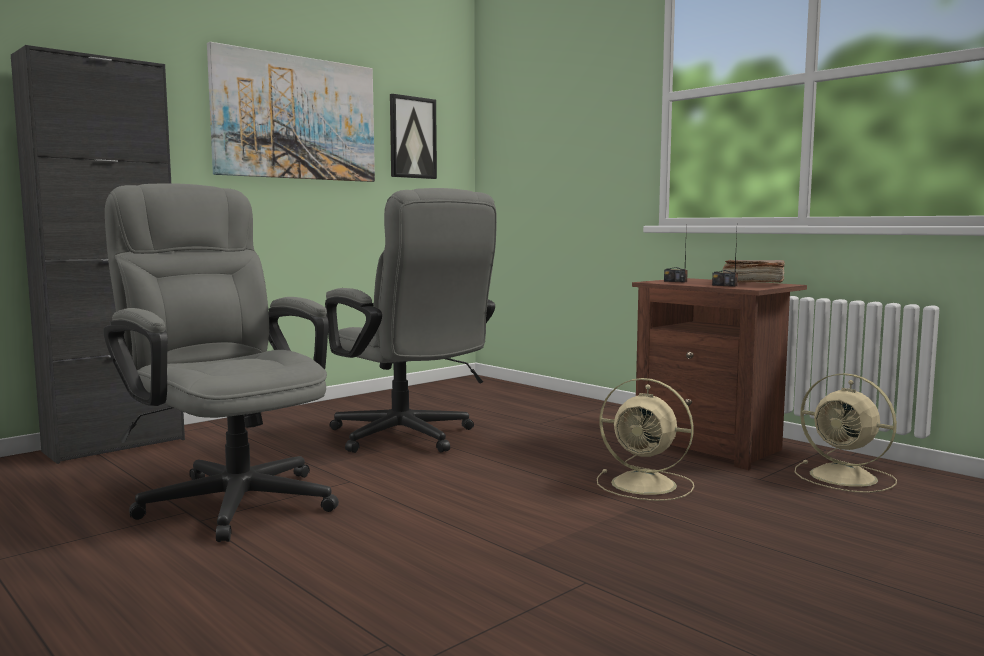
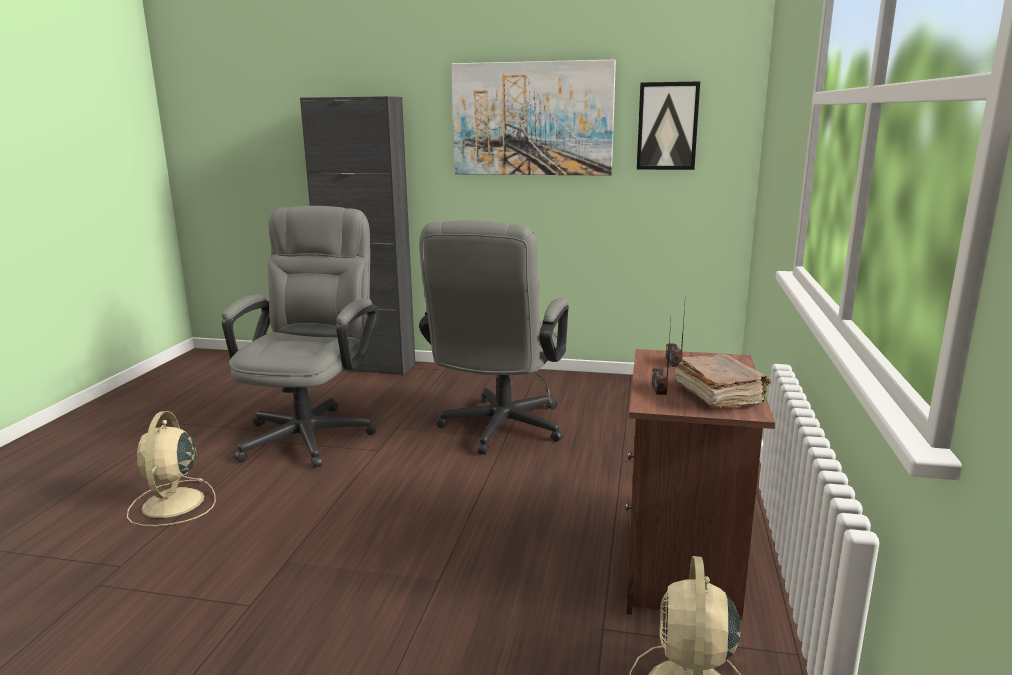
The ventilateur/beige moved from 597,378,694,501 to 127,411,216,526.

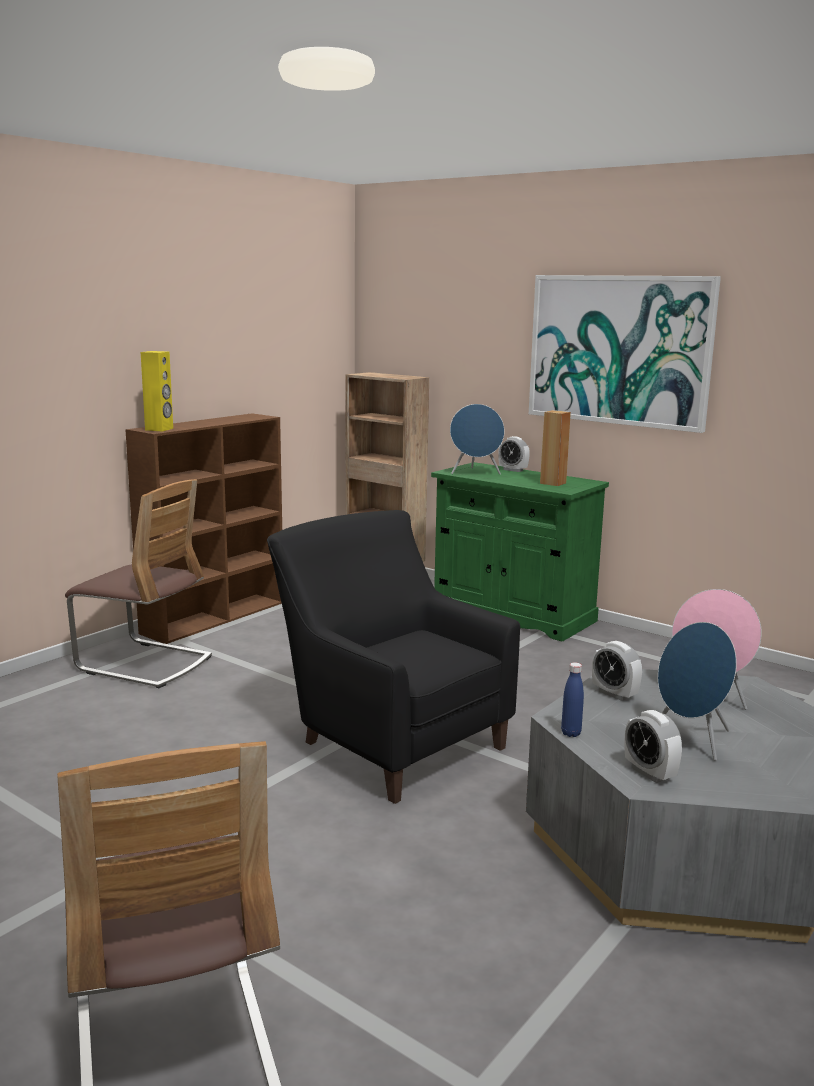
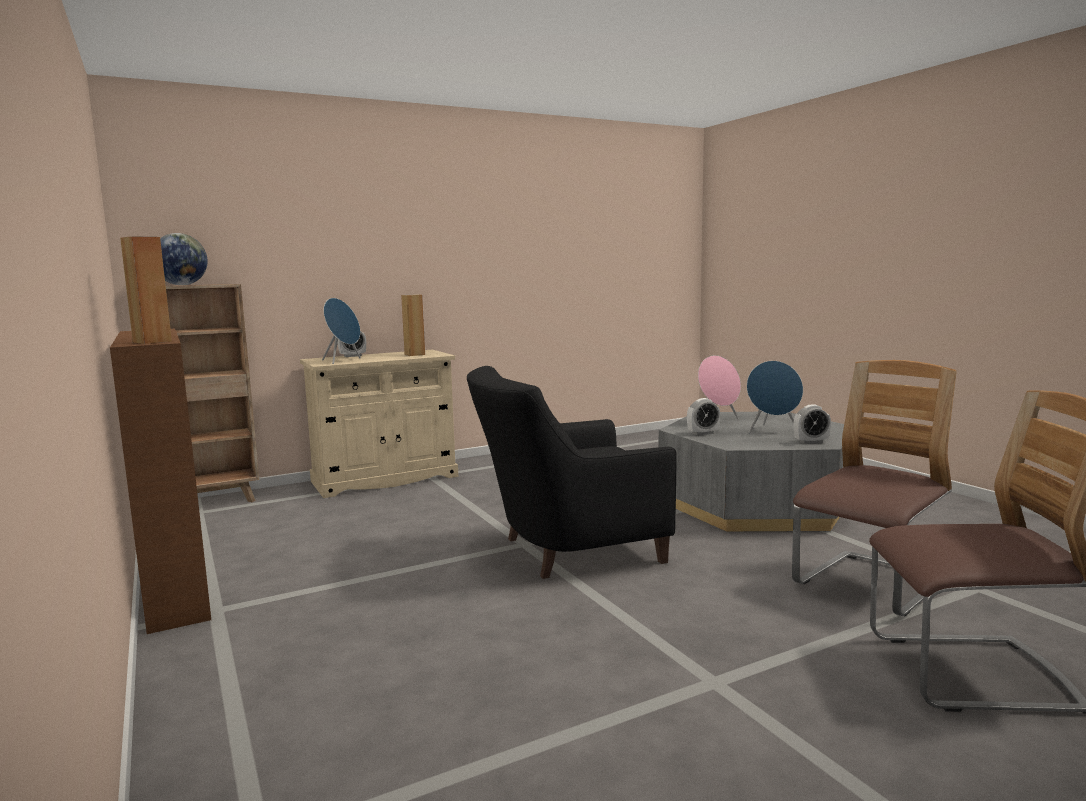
The enceinte/jaune at 141,351,173,432 became the enceinte/marron at 120,236,172,344.
The globe at 160,233,208,285 appeared.
The meuble de rangement/vert at 431,462,609,641 became the meuble de rangement/beige at 300,349,458,498.
The chaise moved from 65,479,212,688 to 792,360,957,616.
The tableau at 529,275,721,433 disappeared.
The bouteille/bleu at 561,662,584,737 disappeared.

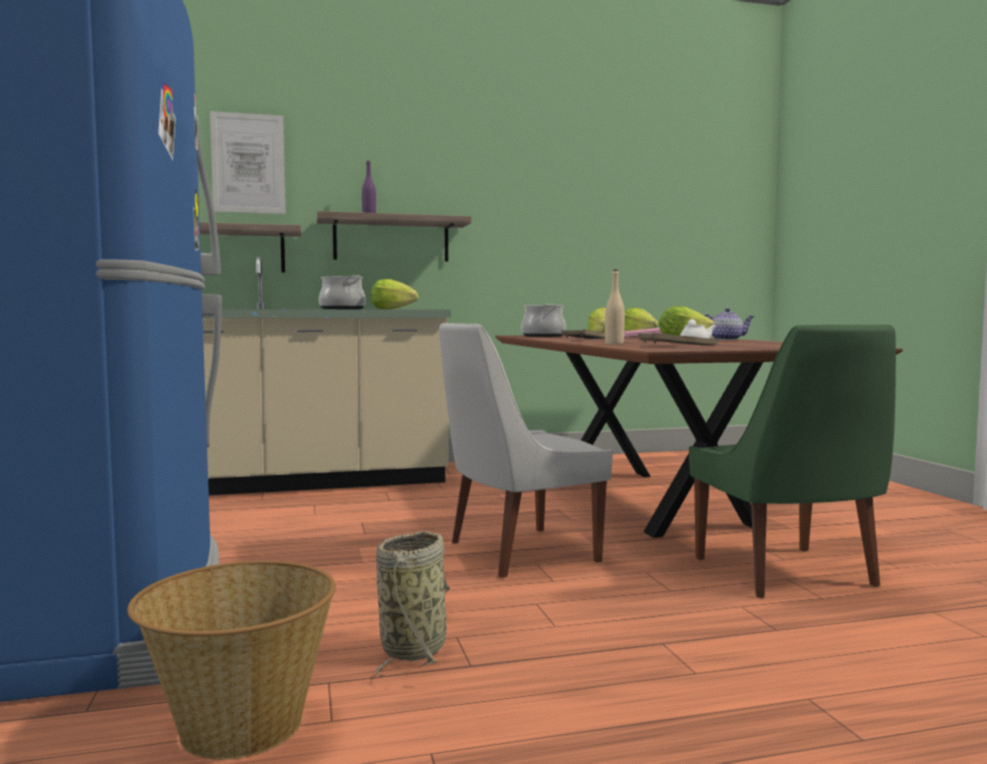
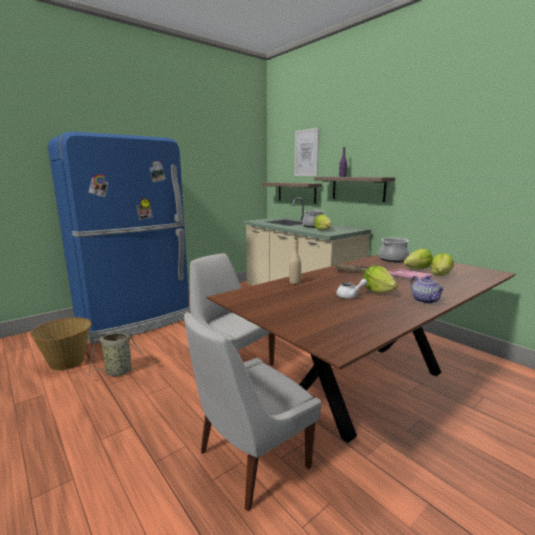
The chaise/vert at 689,325,896,598 became the chaise/blanc at 184,312,321,511.
The plateau/marron at 638,333,718,345 disappeared.

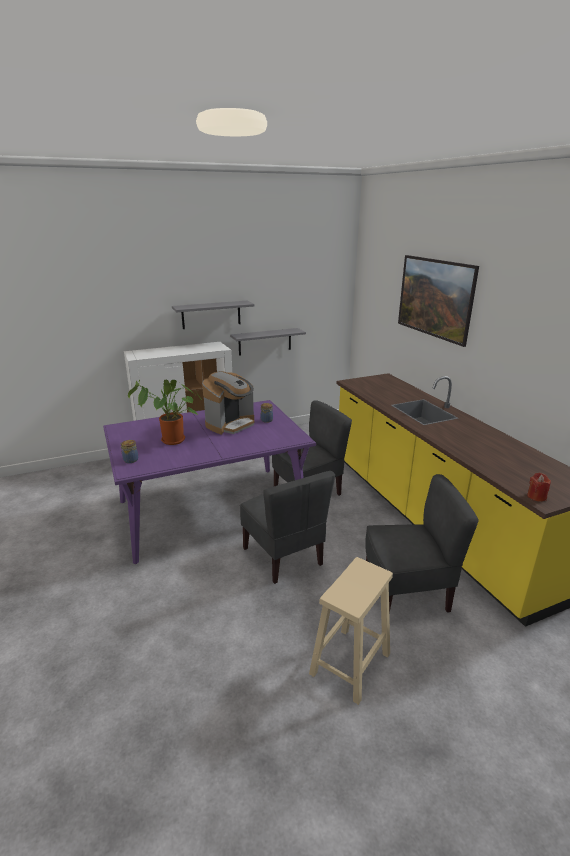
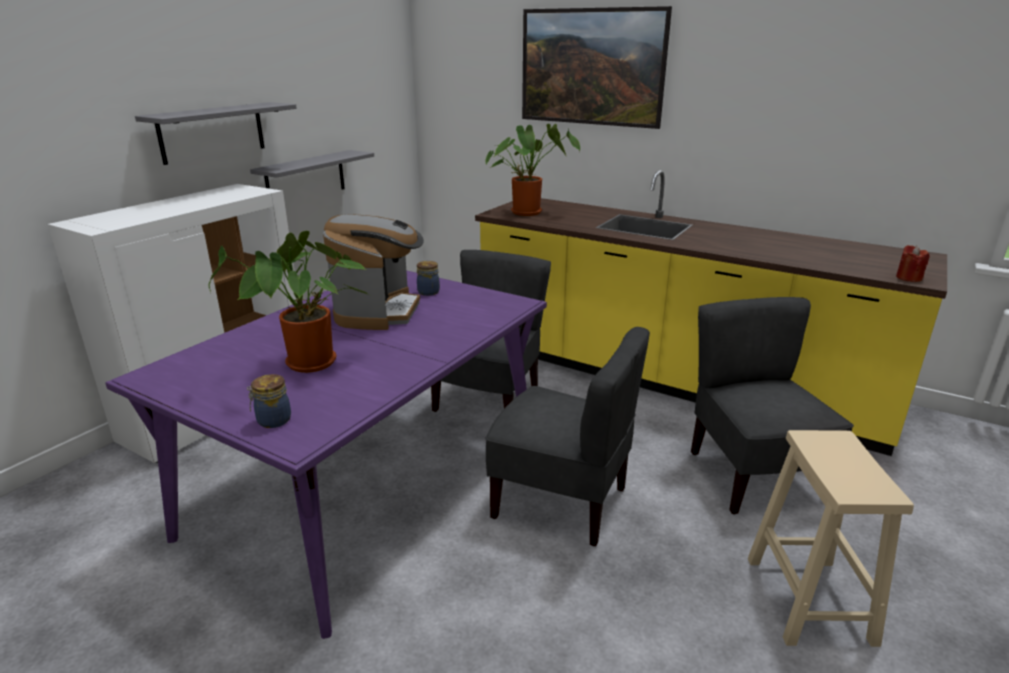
The plante en pot at 485,124,580,216 appeared.
The chaise/gris at 365,474,479,613 turned 60 degrees counterclockwise.

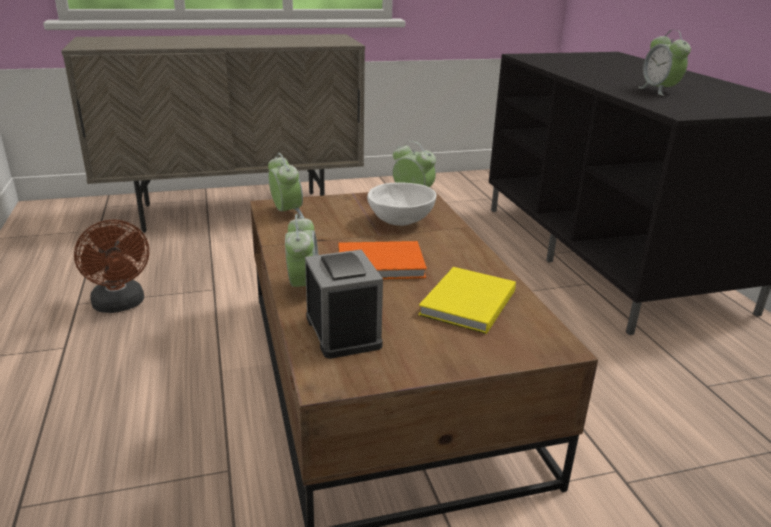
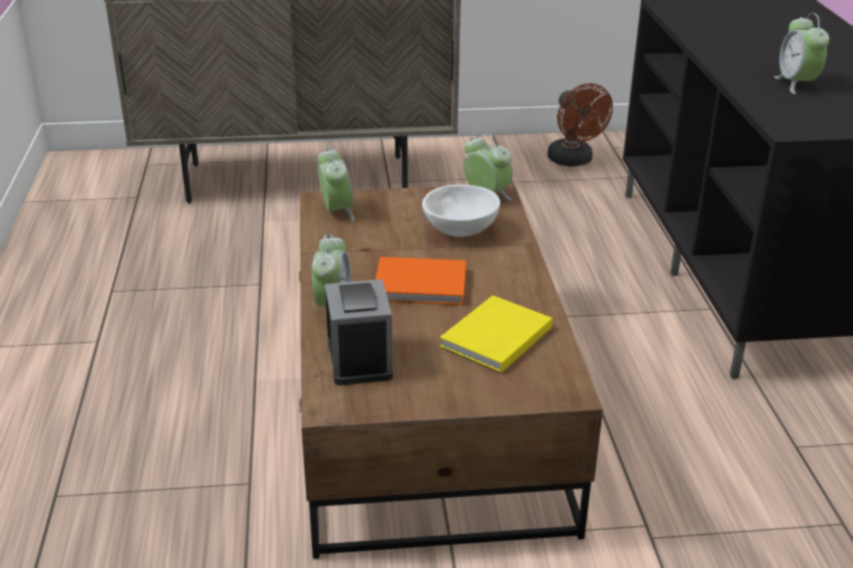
The ventilateur/marron moved from 74,220,149,313 to 547,83,613,167.

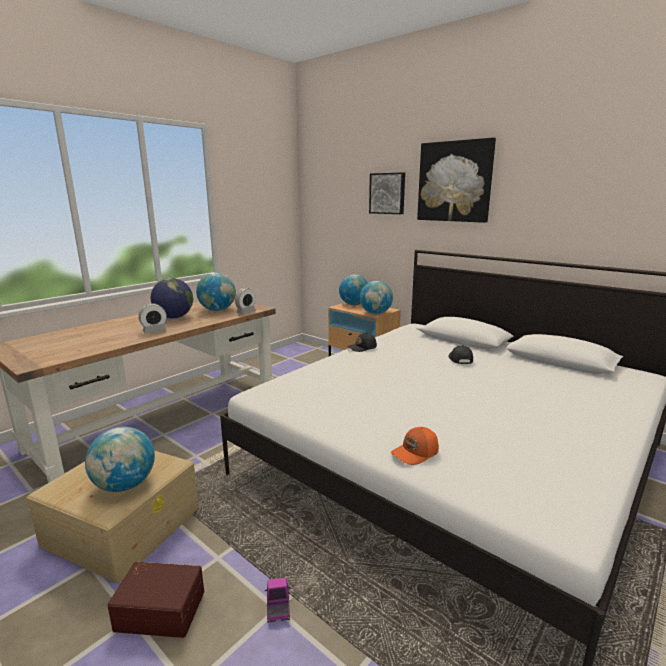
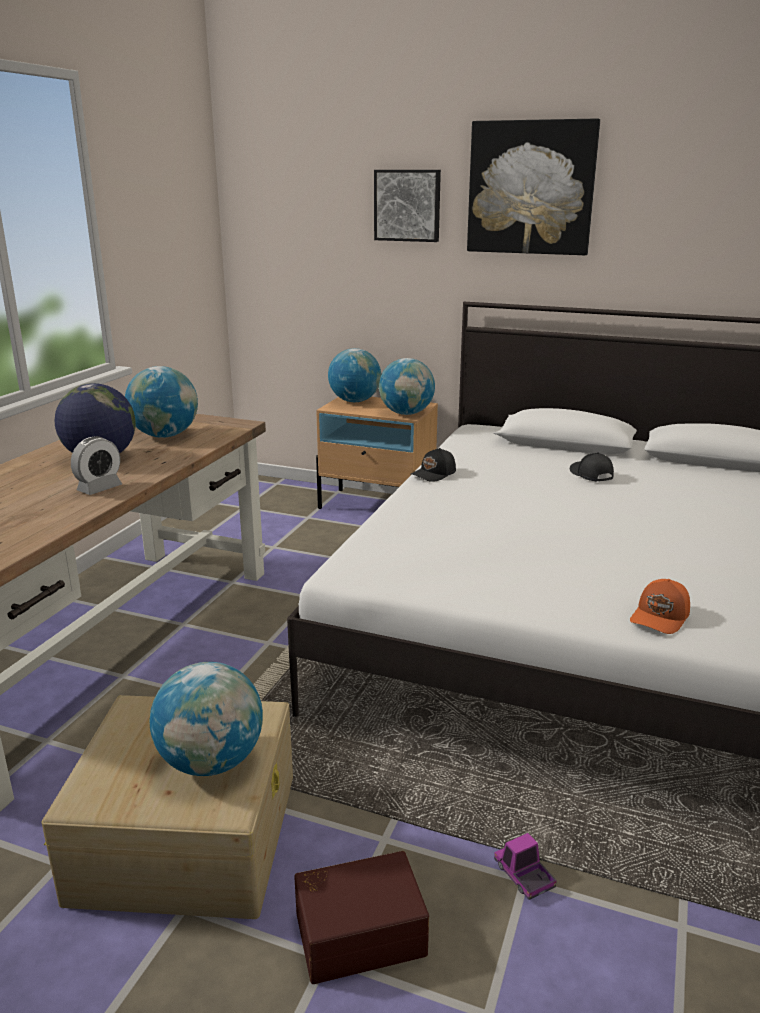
The réveil at 235,288,256,314 disappeared.

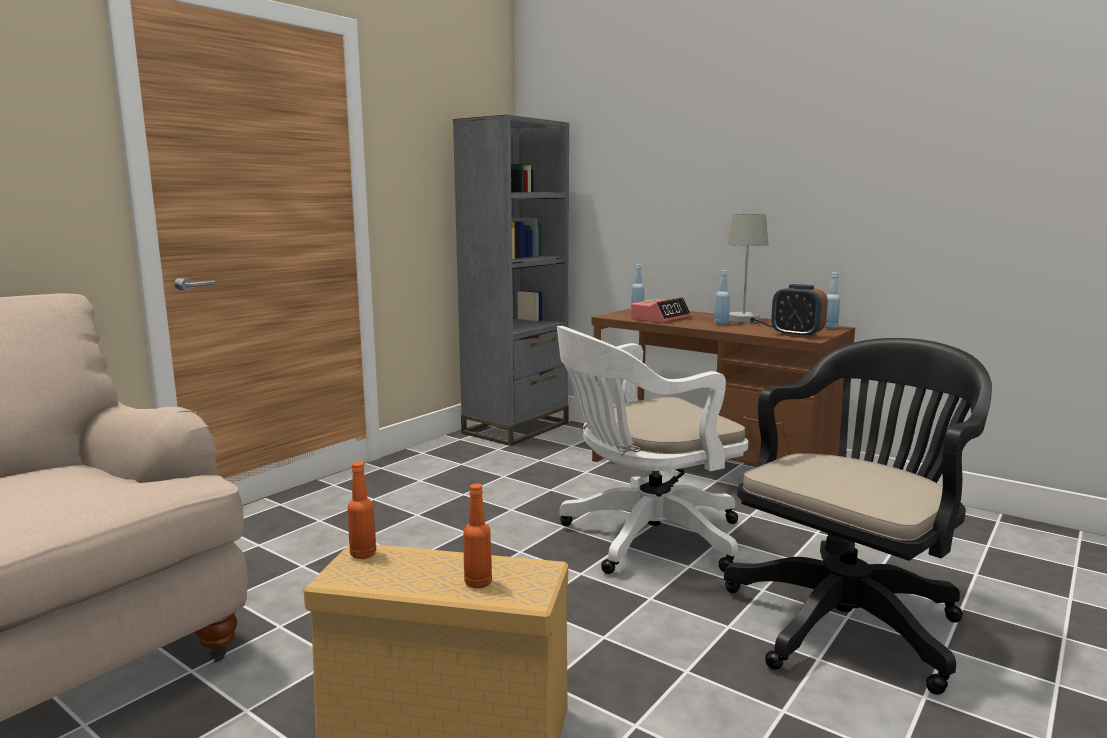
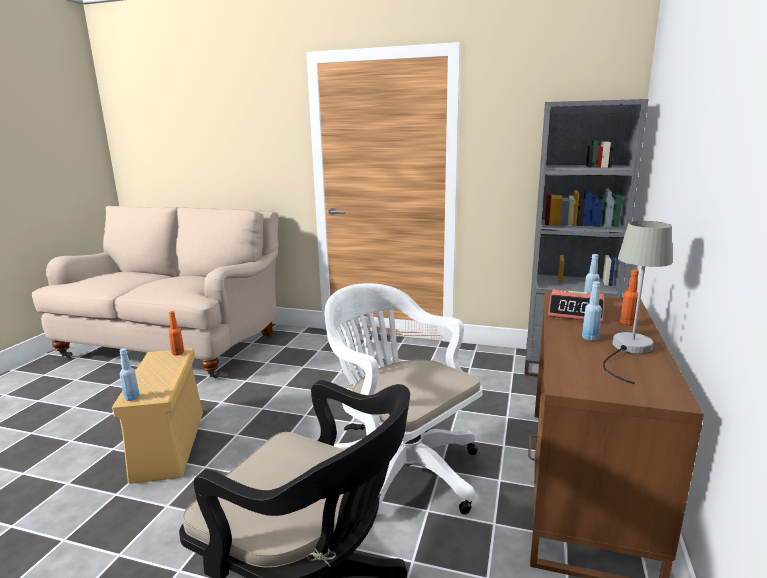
The bouteille/bleu moved from 824,272,840,329 to 119,348,140,401.
The bouteille/orange moved from 463,483,492,589 to 620,270,639,326.
The réveil at 771,284,828,338 disappeared.

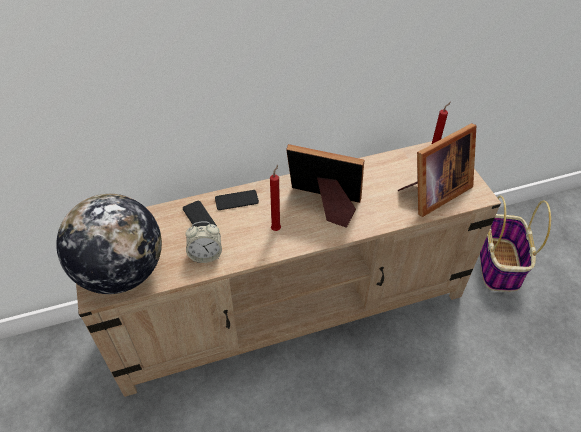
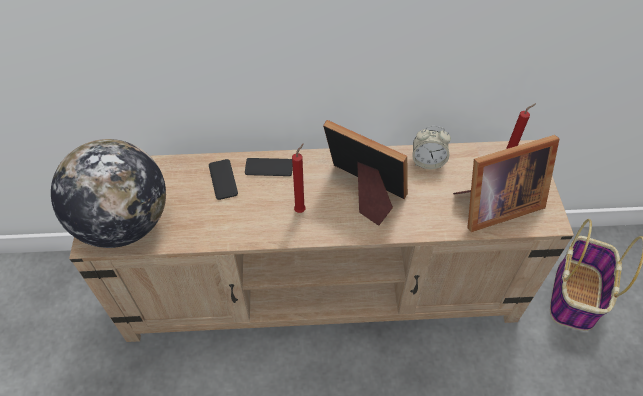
The réveil moved from 186,221,222,263 to 412,126,451,169.

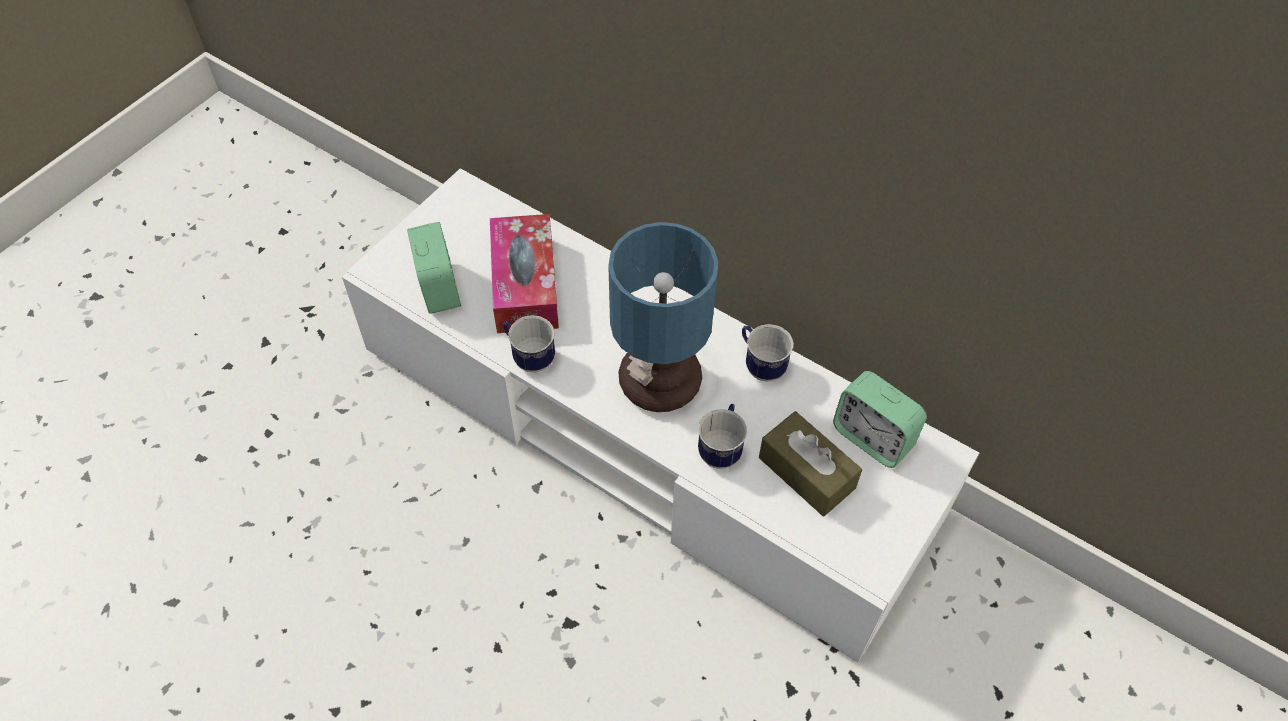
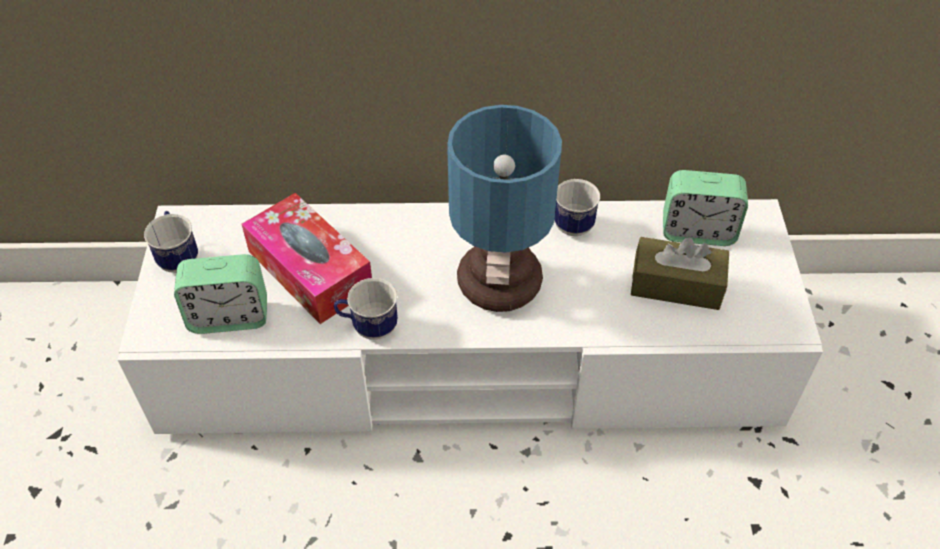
The mug moved from 698,404,747,469 to 144,211,198,273.
The réveil at 407,222,461,314 turned 135 degrees clockwise.

